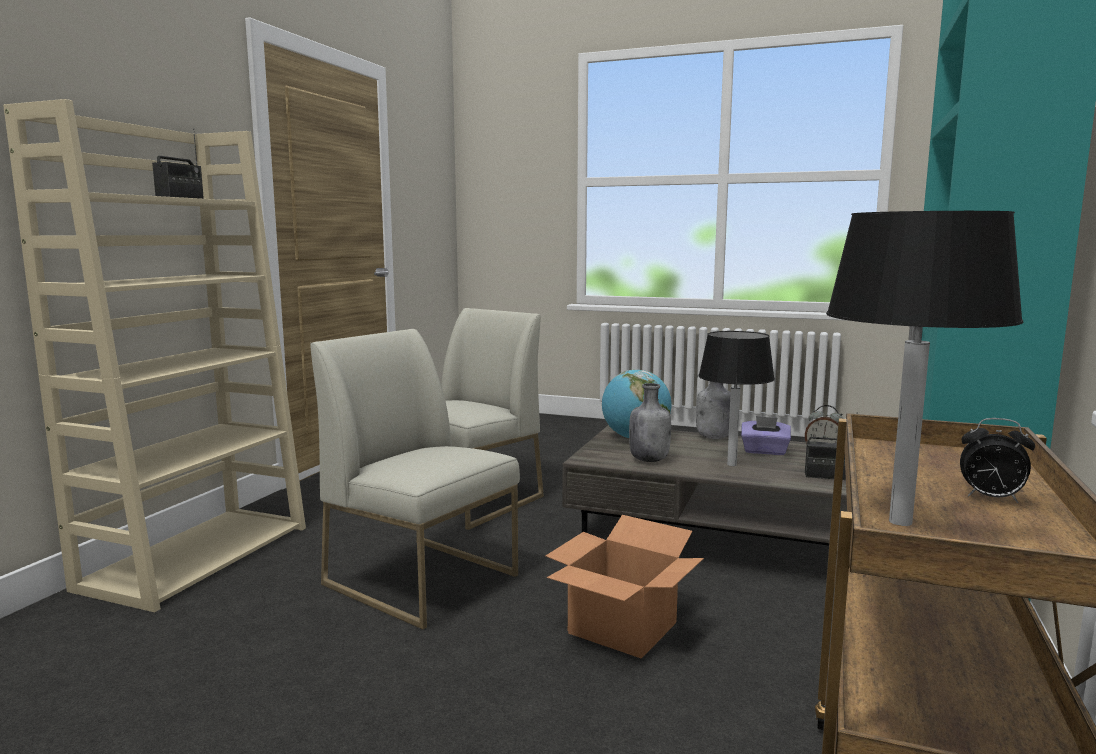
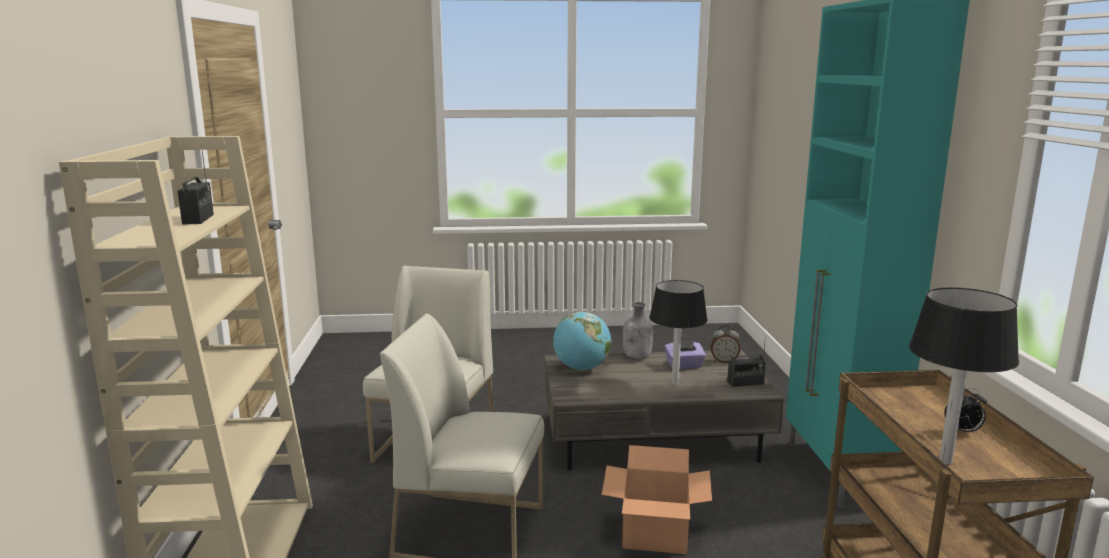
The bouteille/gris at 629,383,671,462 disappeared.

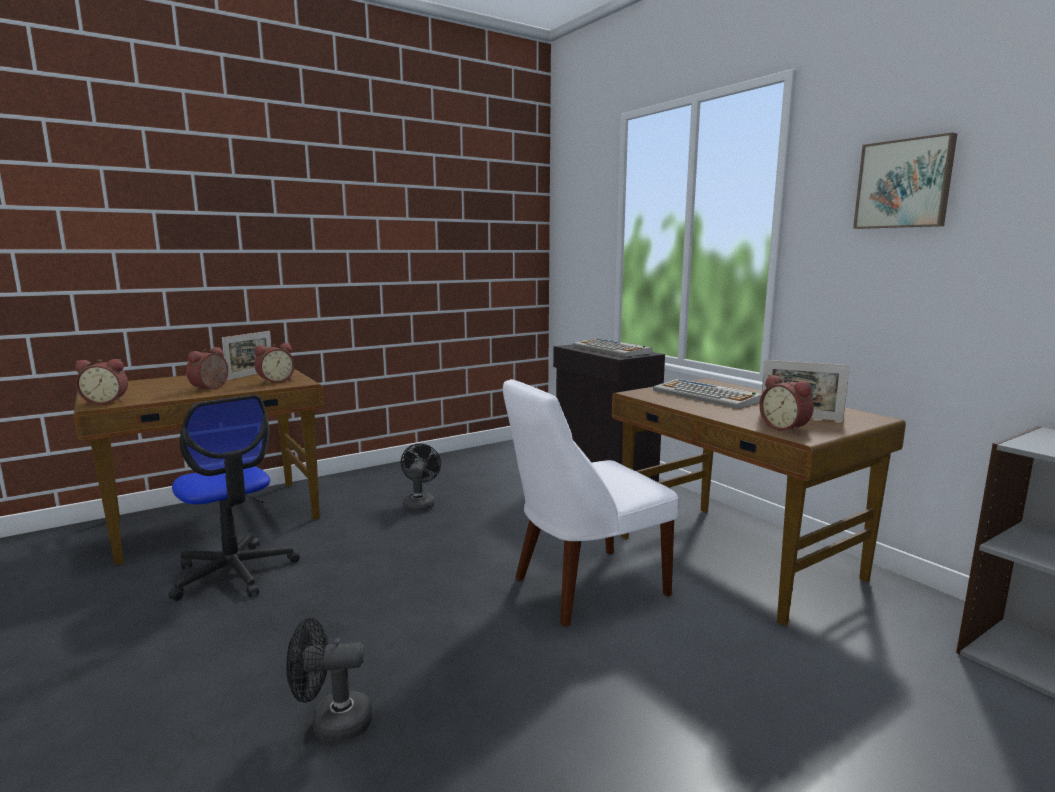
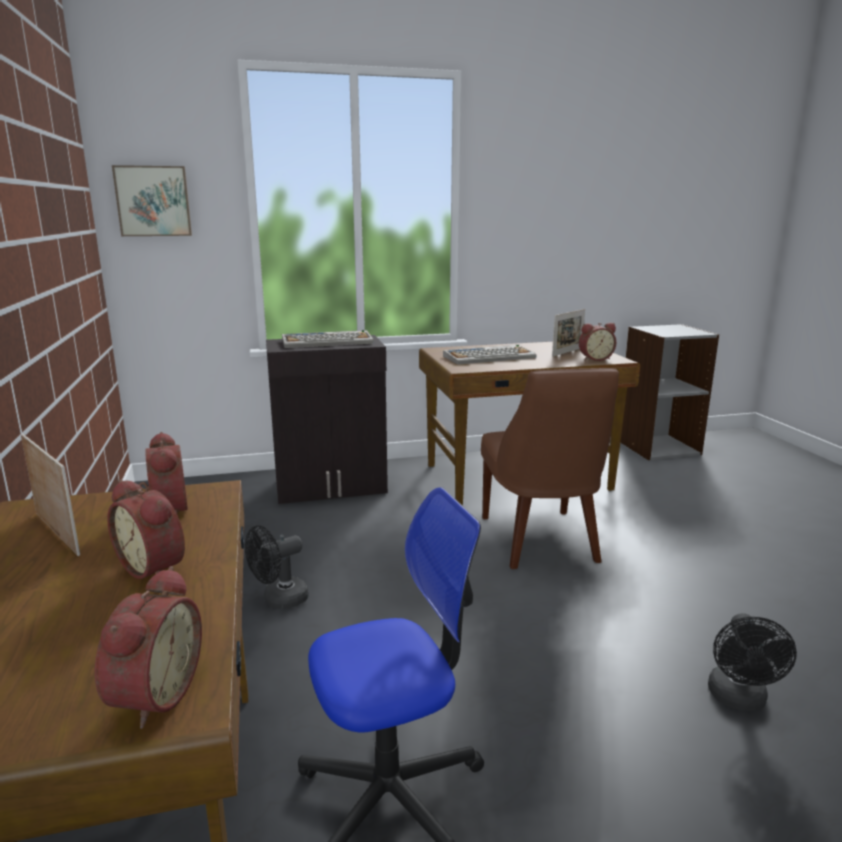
The tableau moved from 853,132,957,229 to 112,165,192,236.
The ventilateur/noir at 401,443,441,512 turned 60 degrees counterclockwise.
The chaise/blanc at 503,379,678,627 became the chaise/marron at 481,368,619,569.

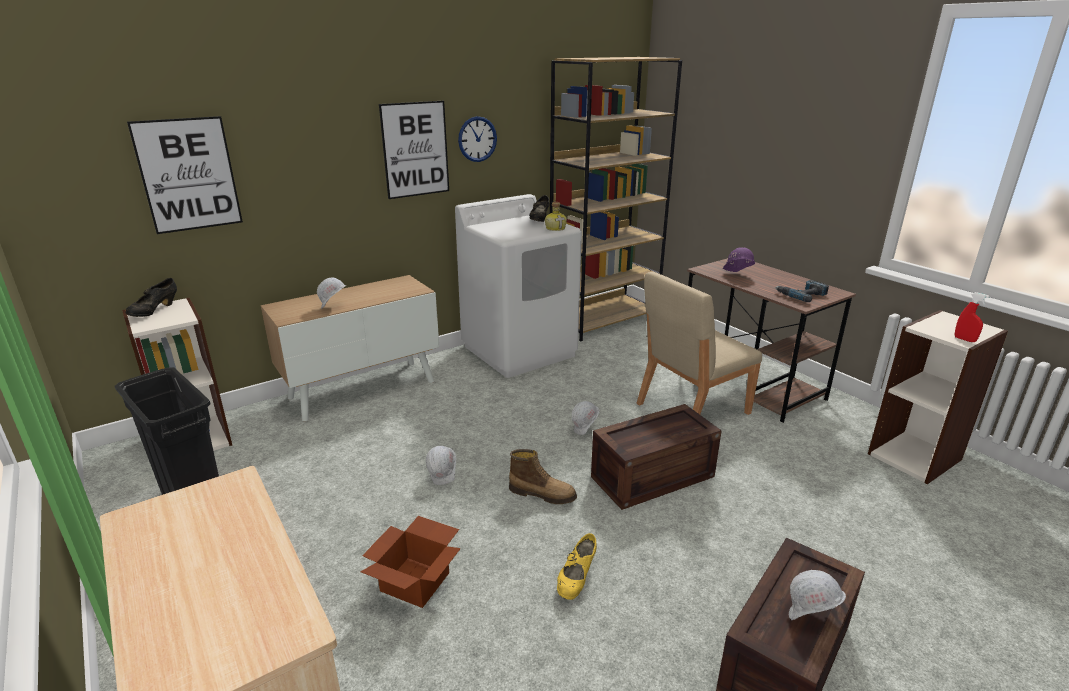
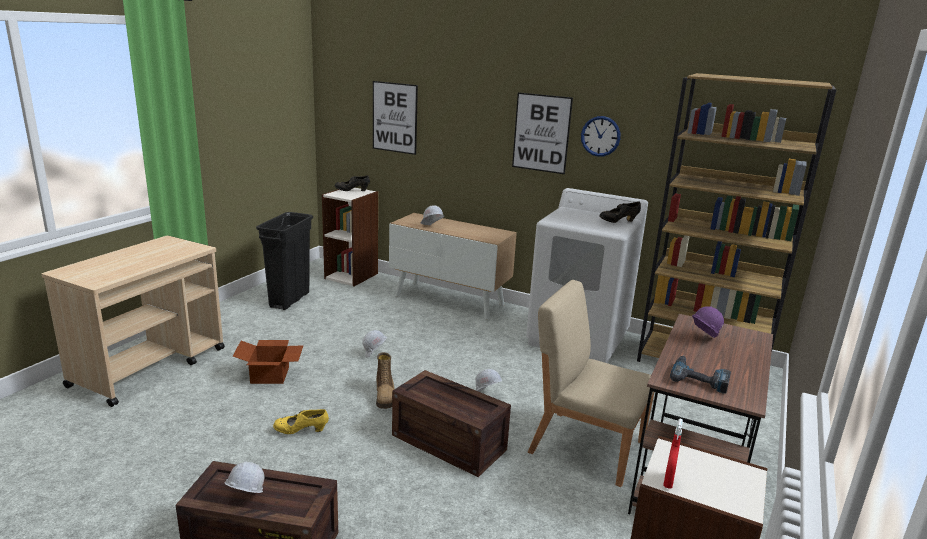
The bouteille at 545,202,567,231 disappeared.

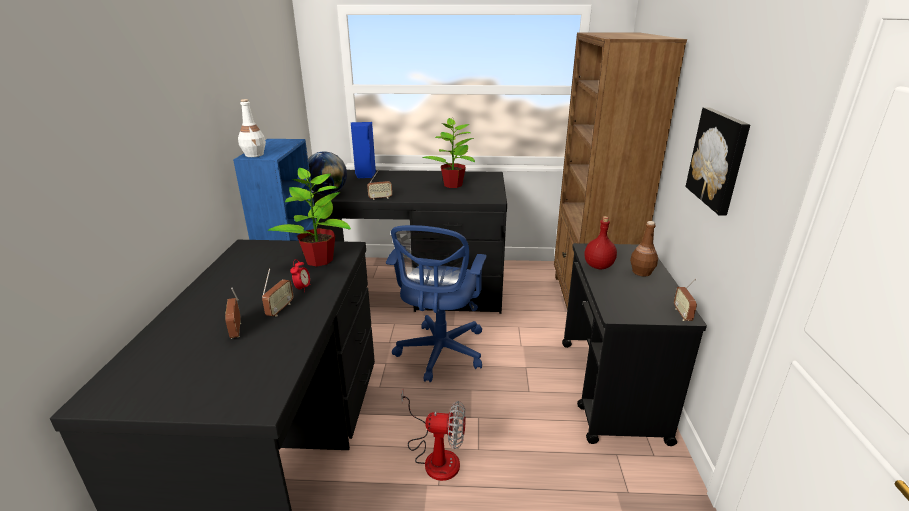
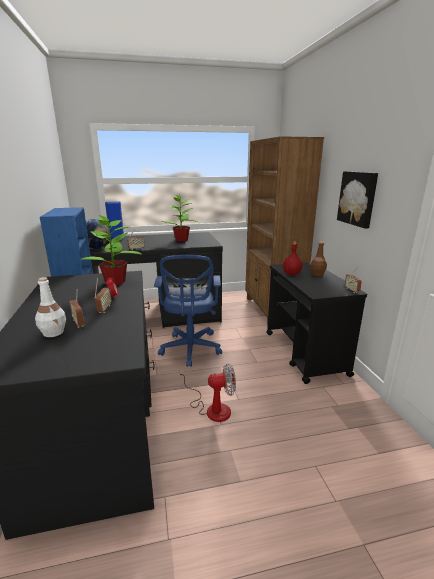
The bouteille/blanc moved from 238,99,266,157 to 35,277,66,337.

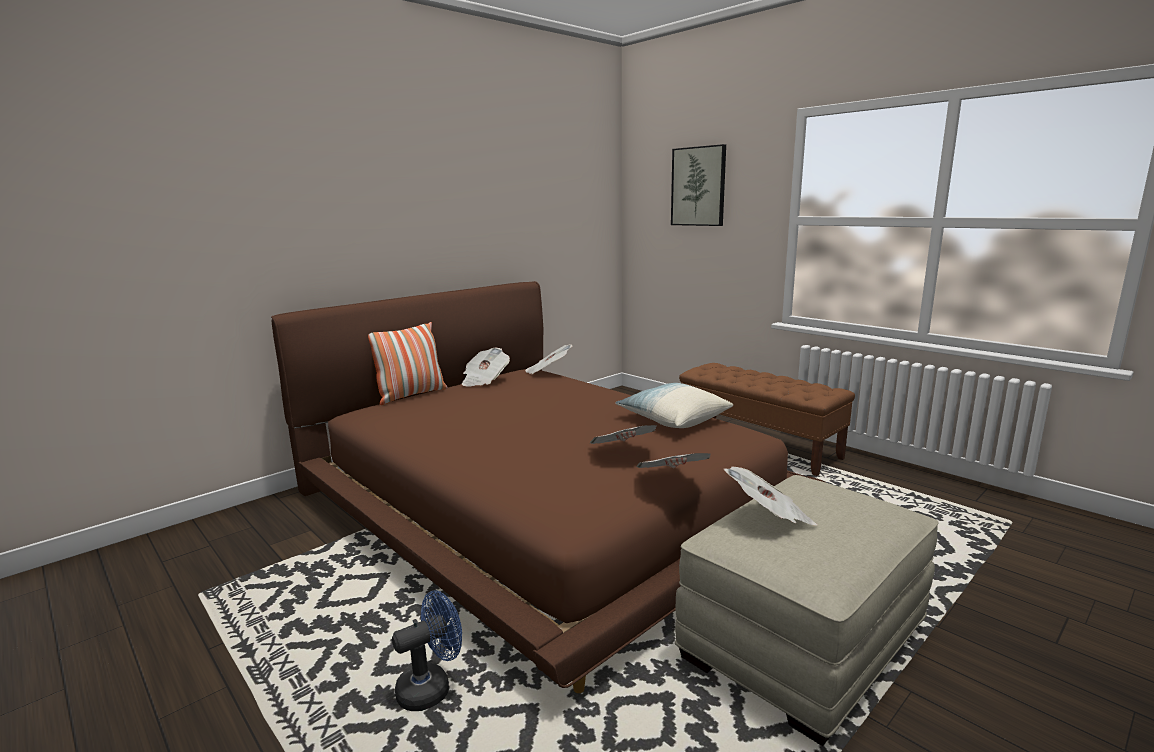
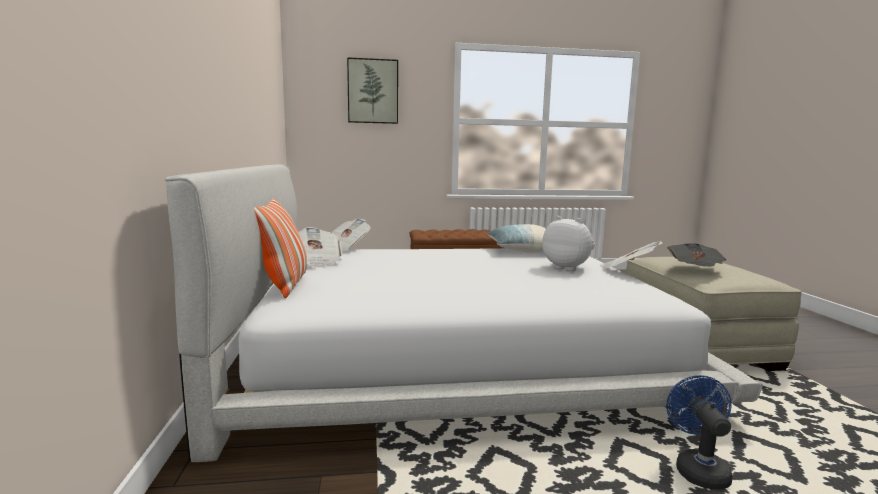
The lit/marron at 271,281,825,693 became the lit/blanc at 165,164,763,462.
The journal at 590,425,657,444 was replaced by the peluche at 542,216,595,271.

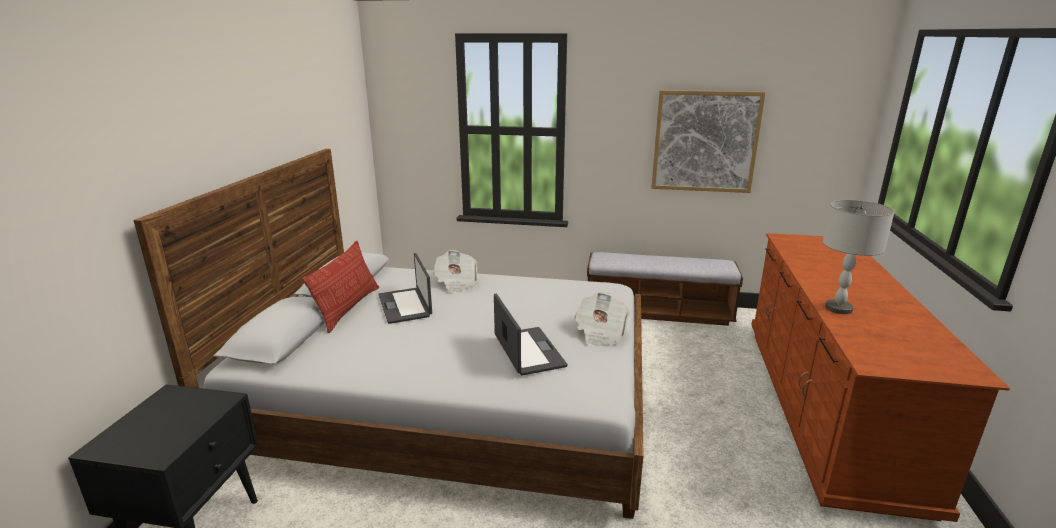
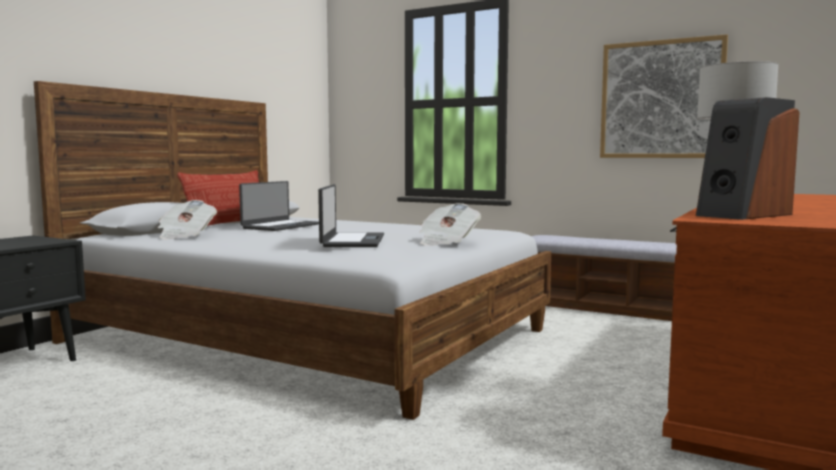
The journal moved from 433,250,478,293 to 157,200,217,240.
The ordinateur portable at 379,253,432,324 turned 150 degrees counterclockwise.
The enceinte at 696,97,800,220 appeared.

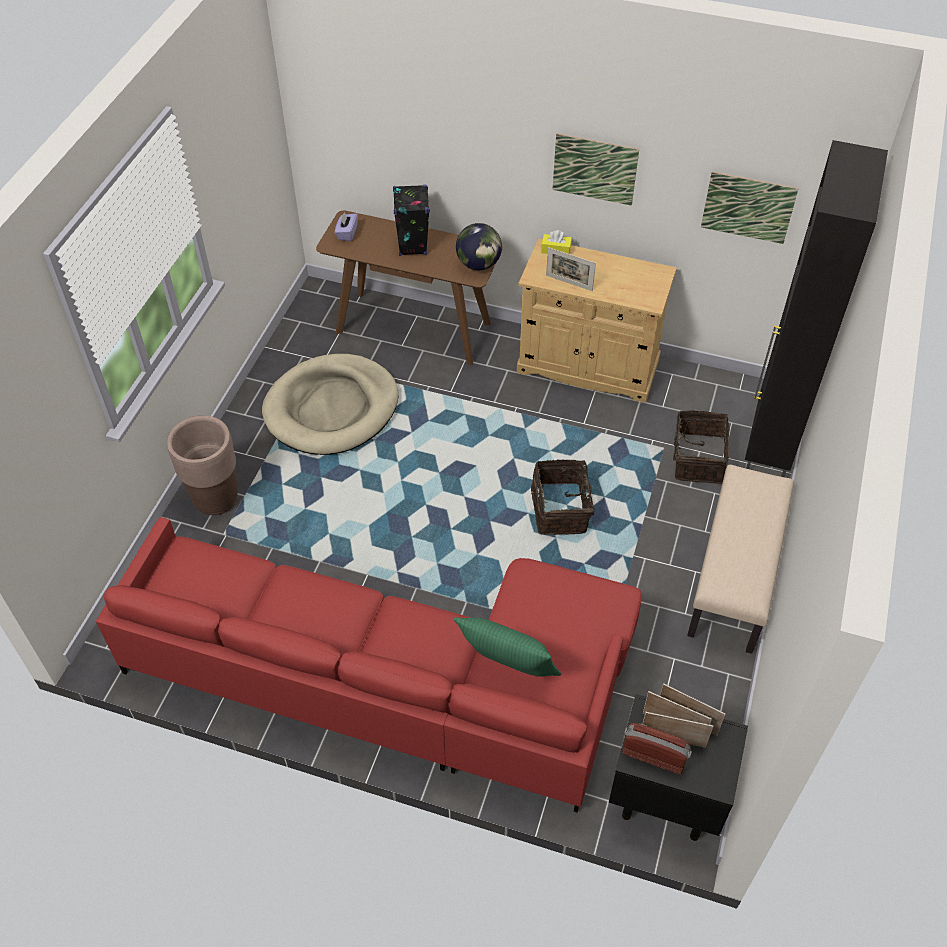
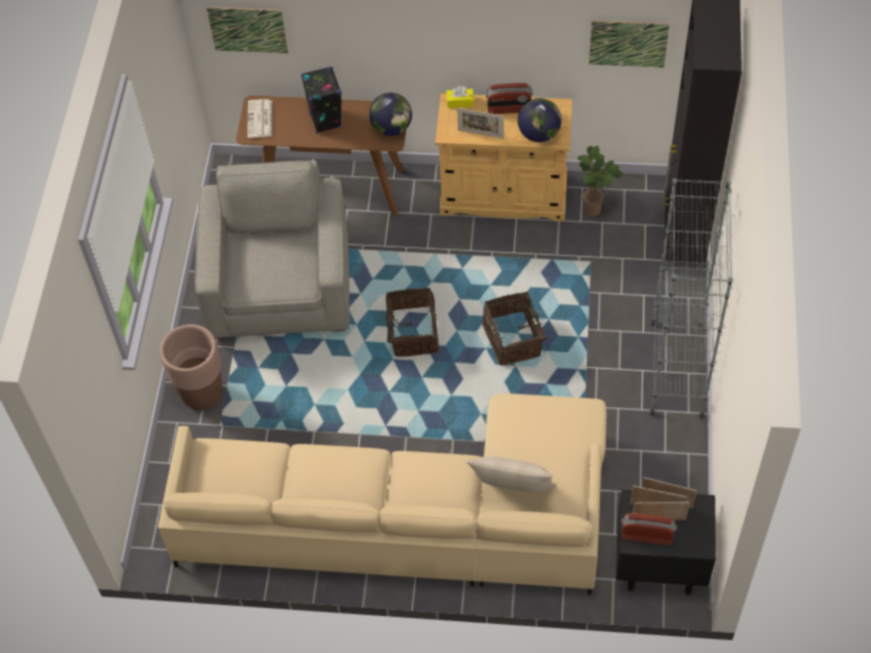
The canapé/rouge at 96,517,642,813 became the canapé/beige at 158,394,606,595.
The panier pour chien/beige at 262,354,398,455 was replaced by the fauteuil/gris at 195,160,350,339.
The tableau moved from 552,133,639,206 to 207,7,288,53.
The boîte à mouchoirs/violet at 335,212,358,241 was replaced by the journal at 247,99,273,138.
The panier moved from 661,410,730,484 to 386,288,439,357.
The coussin/vert at 454,617,561,676 became the coussin/beige at 467,456,557,493.
The radio at 486,83,533,114 appeared.
The globe at 518,98,562,142 appeared.
The plante en pot at 577,146,623,216 appeared.
The banc/beige at 687,465,794,654 was replaced by the bibliothèque/gris at 650,178,733,418.

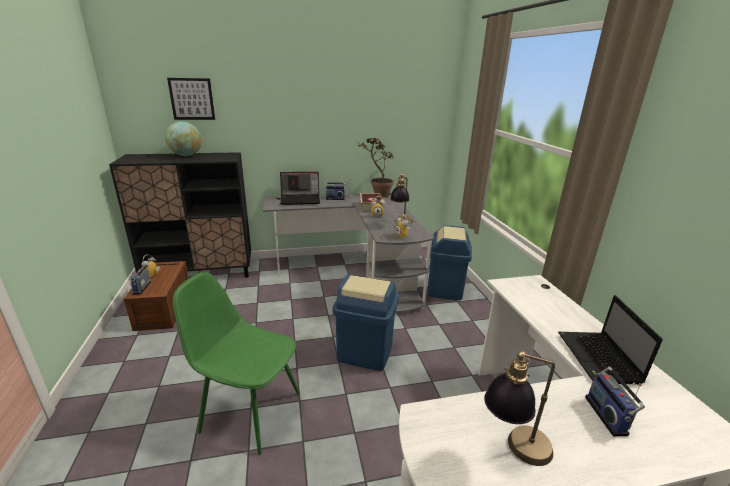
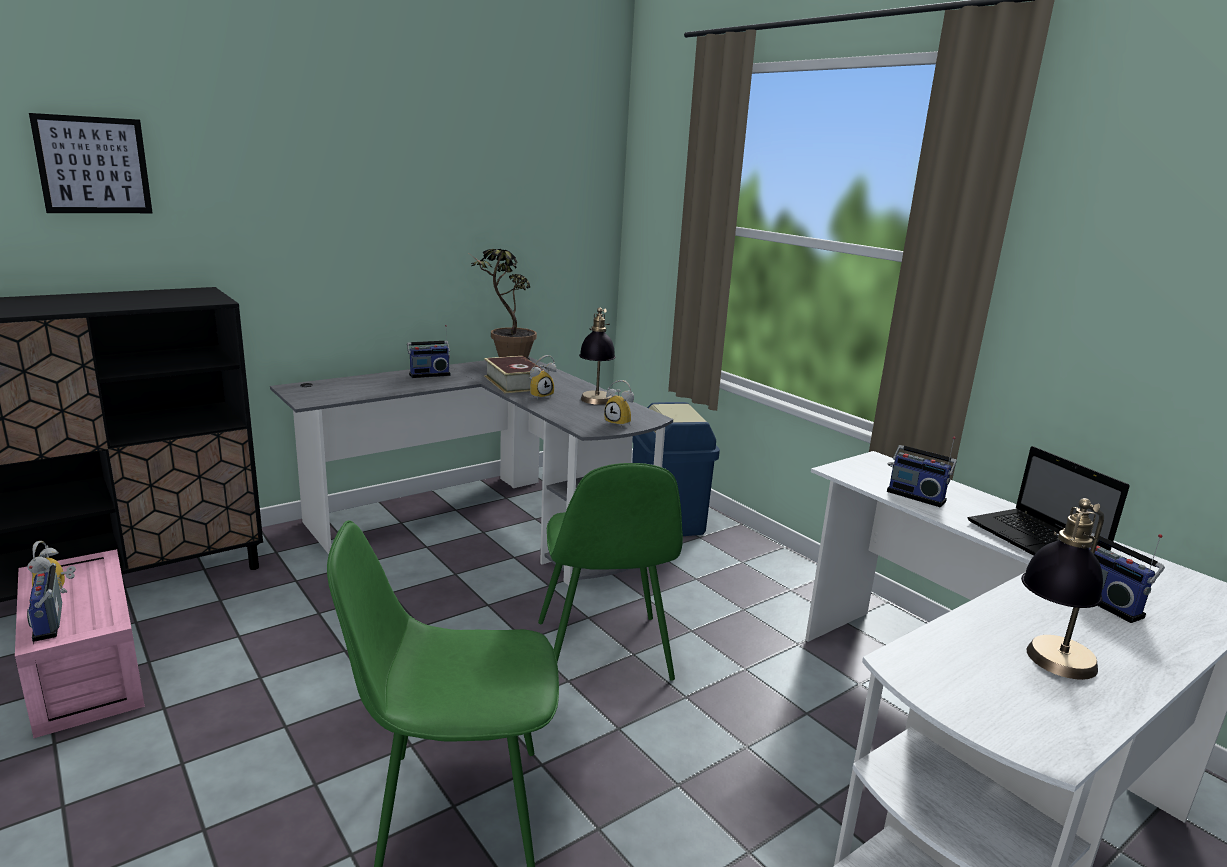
The boîte de rangement/marron at 124,261,189,331 became the boîte de rangement/rose at 15,549,145,738.
The poubelle/bleu at 333,275,399,371 was replaced by the chaise/vert at 538,463,683,681.
The radio at 887,436,957,507 appeared.
The globe at 165,121,202,156 disappeared.
The ordinateur portable at 280,172,320,205 disappeared.

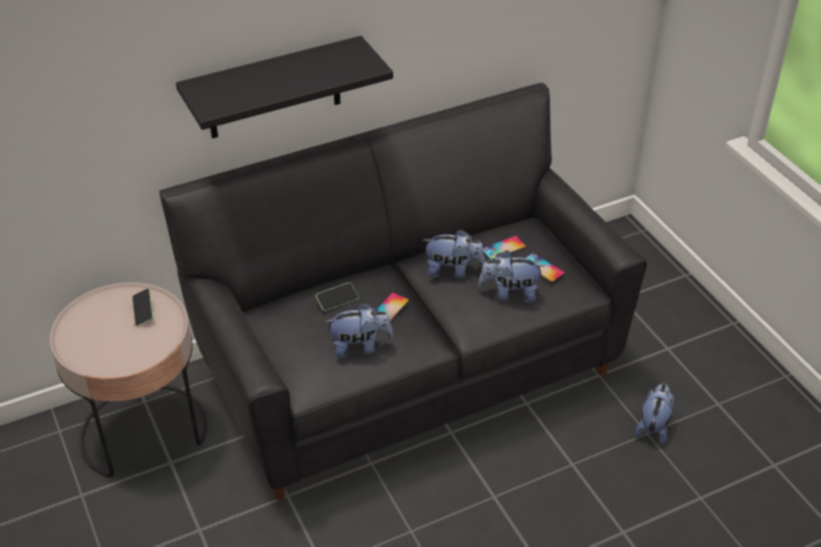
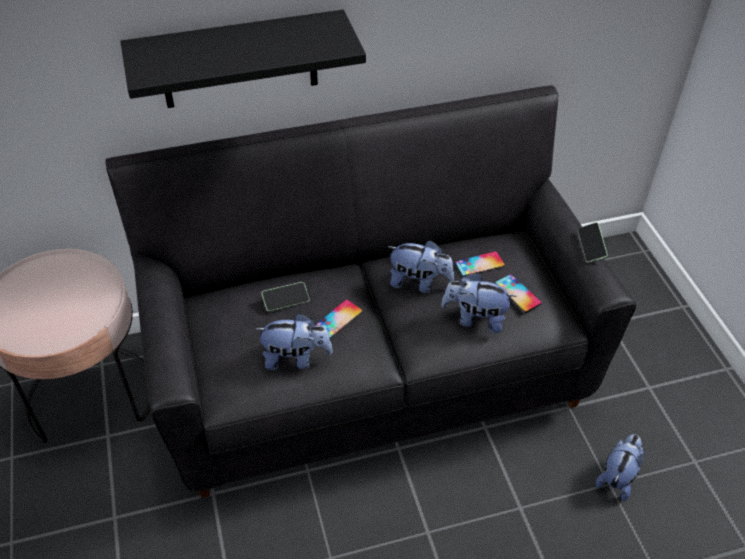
The téléphone moved from 132,288,153,327 to 577,222,608,262.

